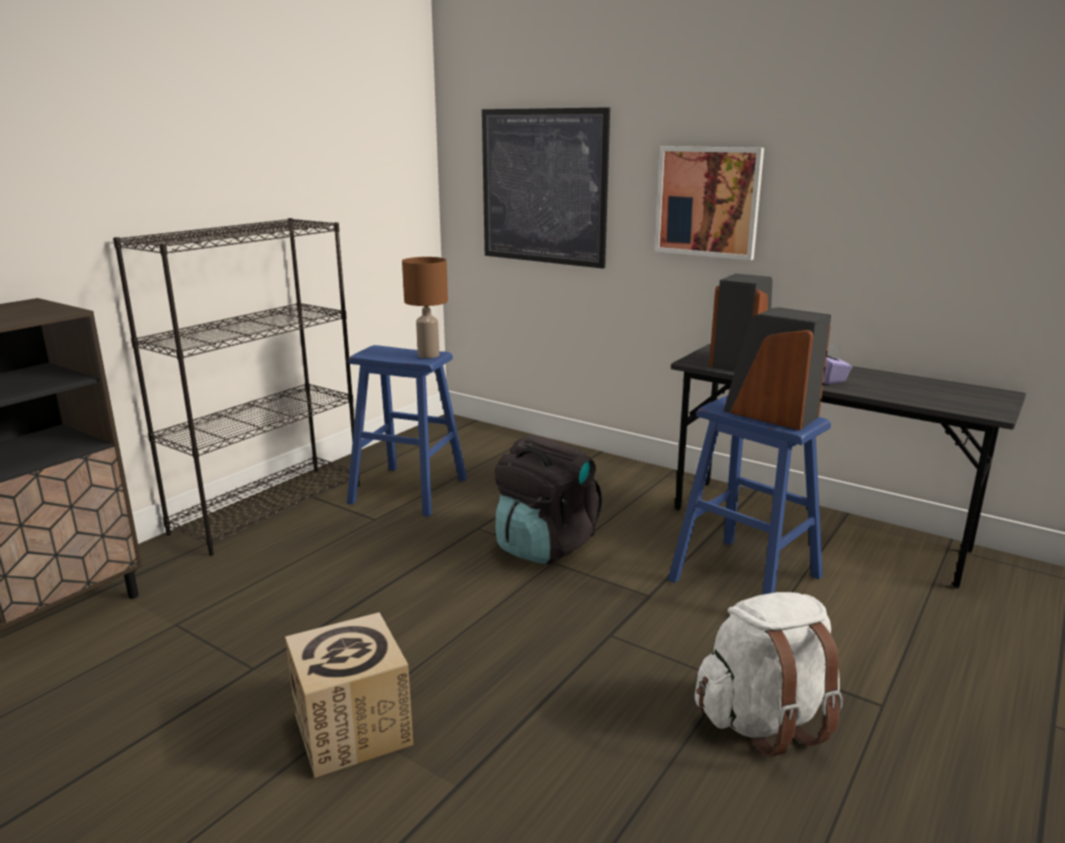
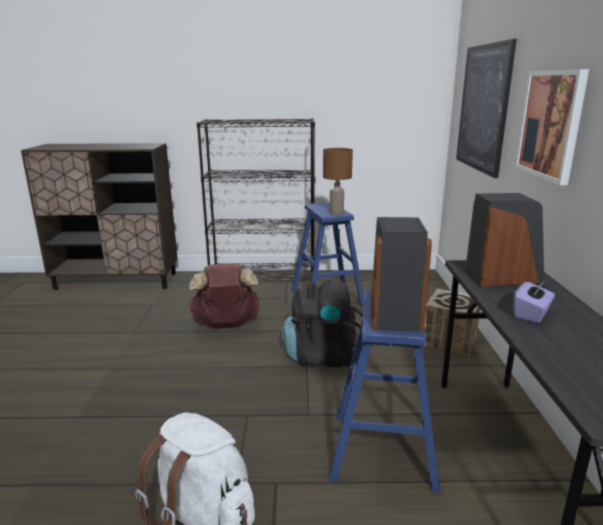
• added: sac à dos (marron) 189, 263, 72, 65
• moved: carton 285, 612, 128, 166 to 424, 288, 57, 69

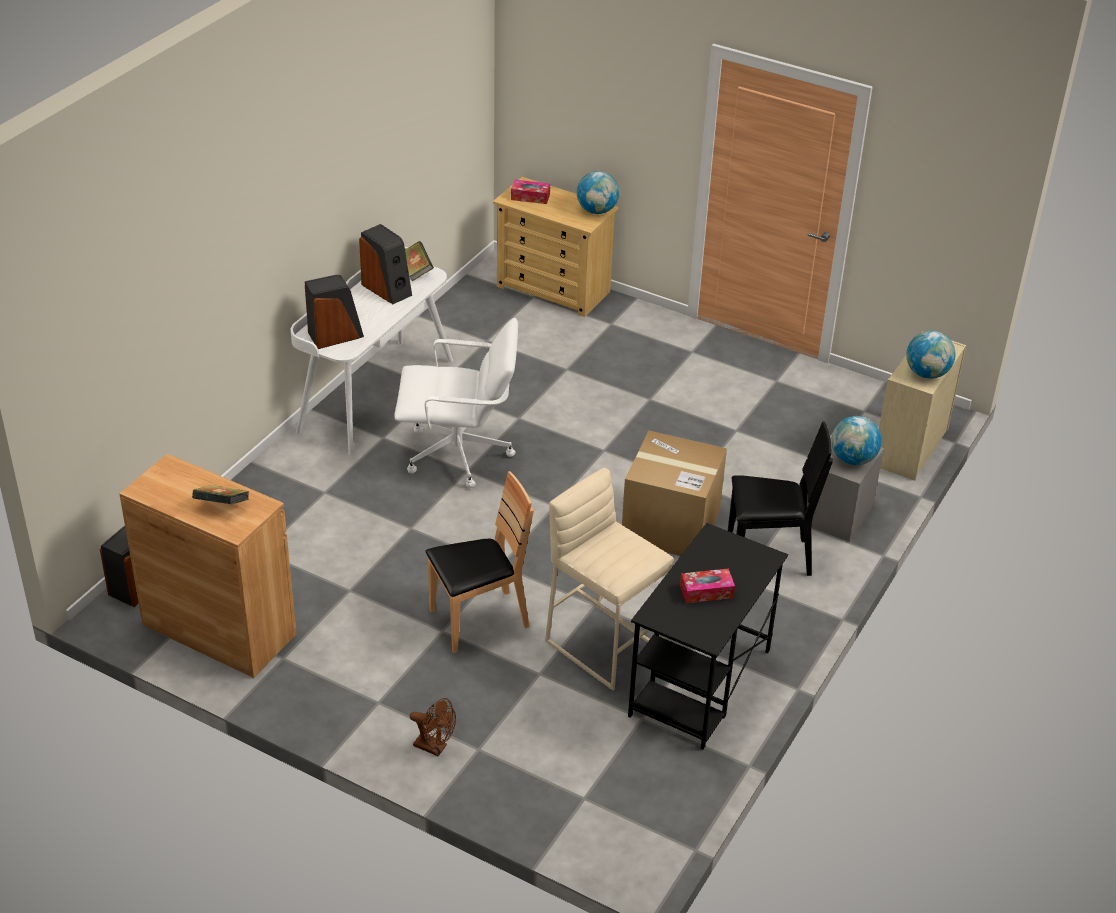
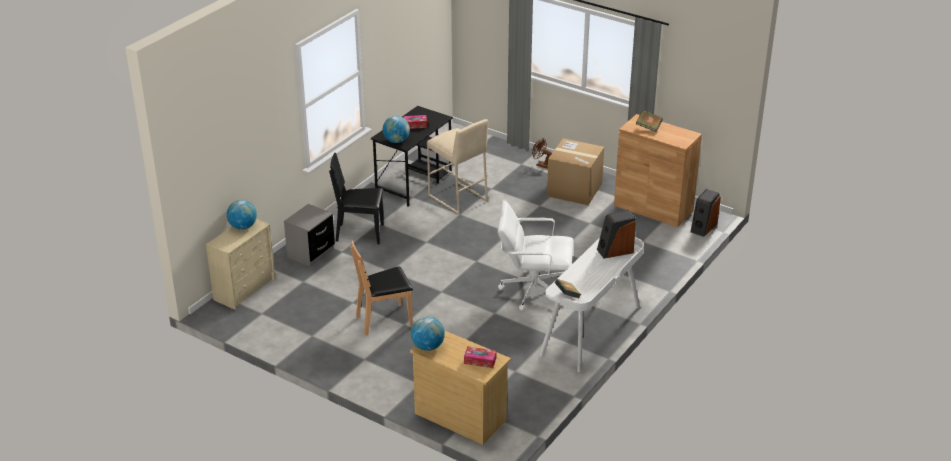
• moved: chaise (marron) 425, 471, 109, 182 to 350, 240, 63, 96
• moved: globe 831, 416, 51, 49 to 383, 116, 27, 27
• moved: carton 622, 431, 105, 125 to 547, 138, 57, 67
• removed: enceinte 359, 224, 53, 80

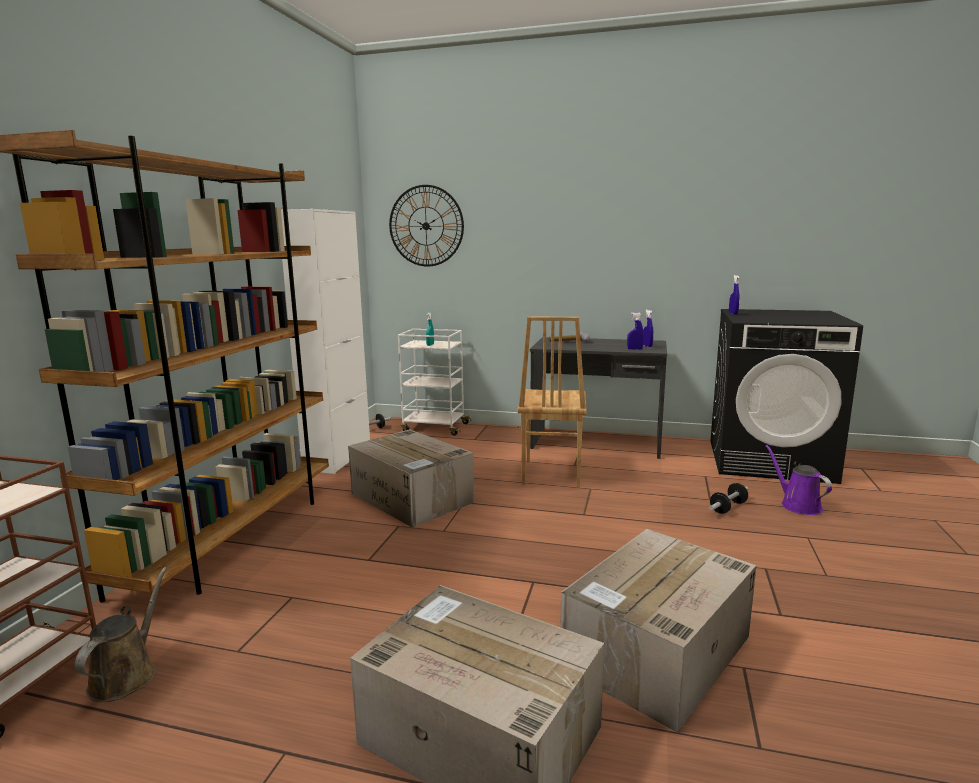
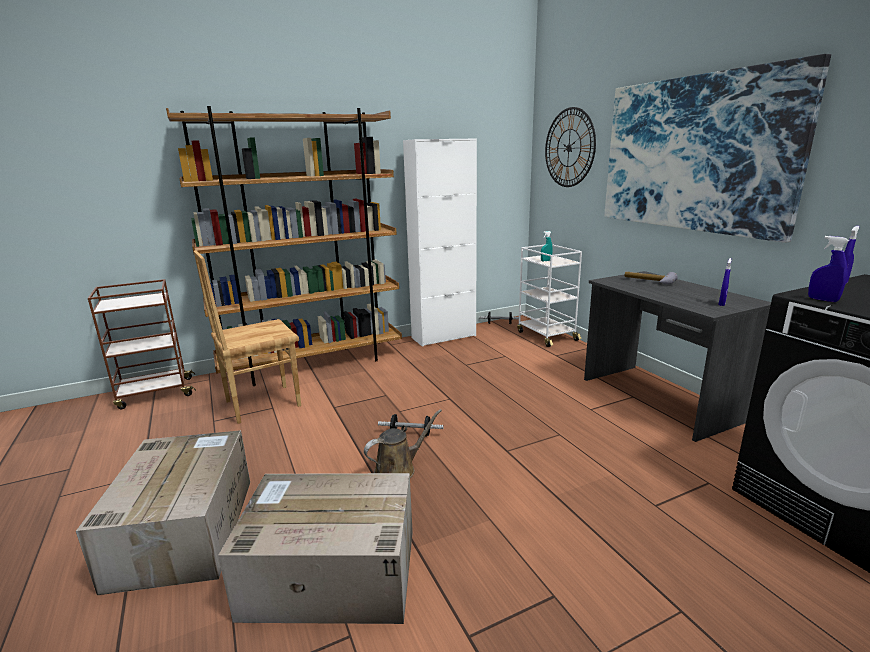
• moved: chaise (marron) 517, 317, 70, 170 to 194, 250, 107, 174
• moved: arrosoir (marron) 75, 567, 92, 135 to 364, 409, 78, 69
• moved: haltère 709, 483, 39, 31 to 378, 414, 66, 23
• added: tableau 604, 54, 227, 189
• moved: vaporisateur (bleu) 627, 312, 17, 38 to 808, 236, 41, 66
• removed: carton 348, 429, 127, 98
• removed: arrosoir (violet) 765, 445, 67, 70

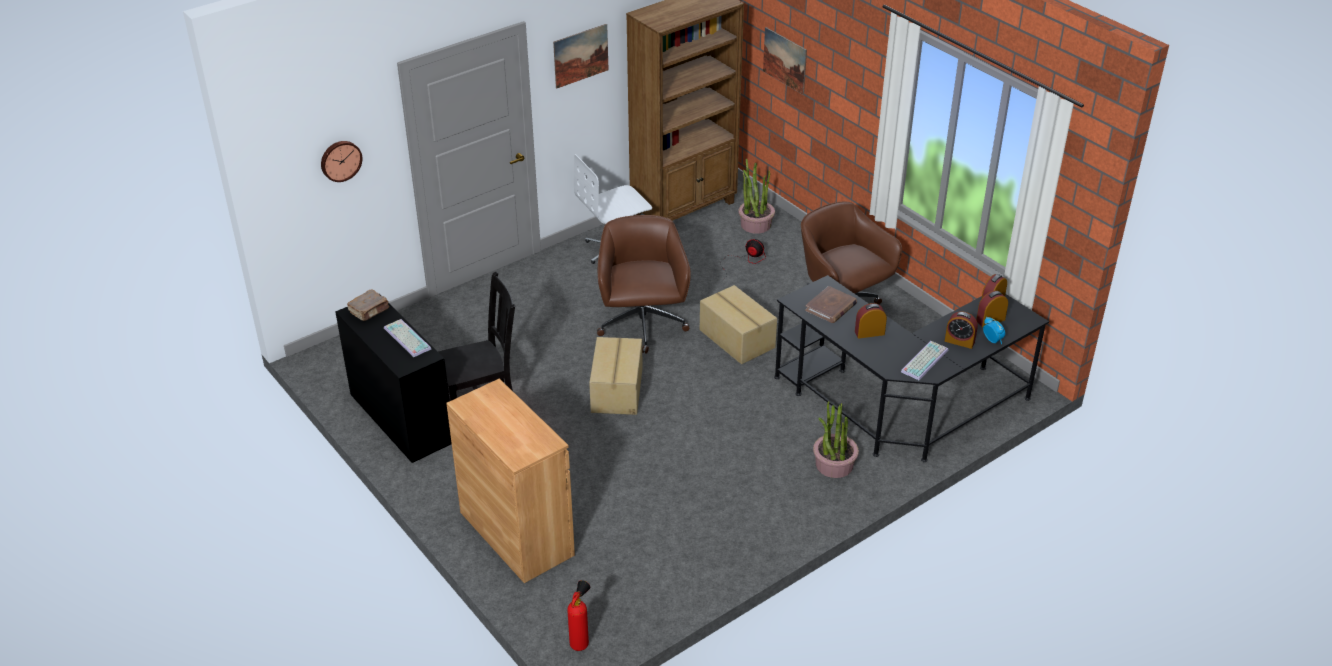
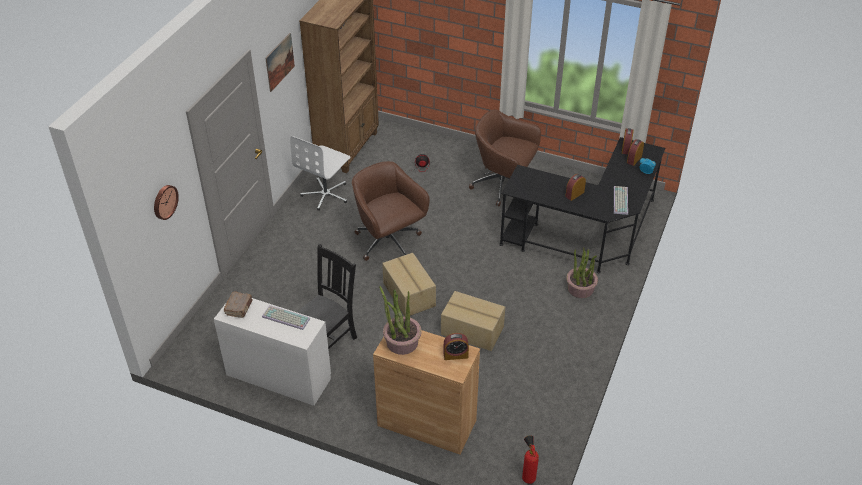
• recoloured: bureau (noir) 335, 294, 117, 169 to bureau (blanc) 214, 298, 117, 108
• moved: plante en pot 738, 158, 37, 76 to 379, 286, 43, 69
• moved: carton 700, 285, 77, 79 to 441, 291, 64, 60
• moved: réveil 945, 311, 33, 38 to 444, 333, 25, 27
• removed: tableau 763, 27, 44, 67
• removed: livre (marron) 805, 286, 52, 37

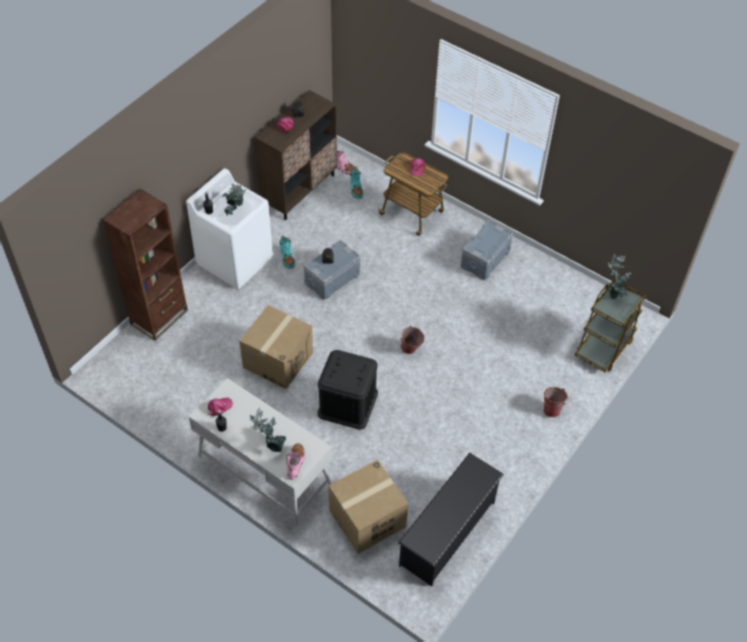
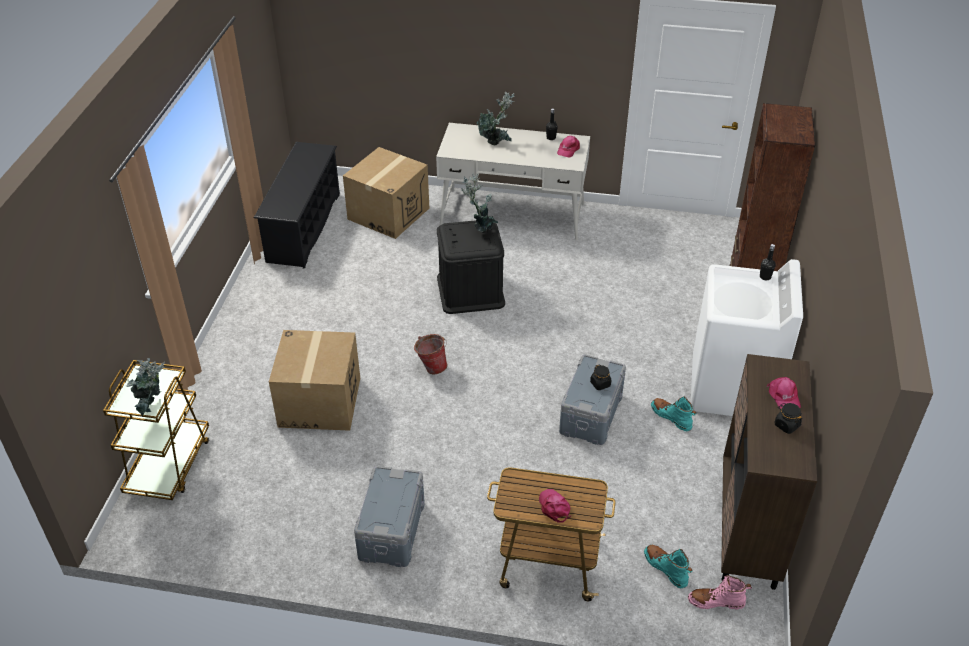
• moved: carton 239, 305, 74, 84 to 269, 330, 91, 101
• moved: plante en pot 222, 183, 24, 34 to 461, 173, 37, 59
• removed: botte (rose) 286, 443, 19, 37
• removed: seau 543, 387, 25, 30

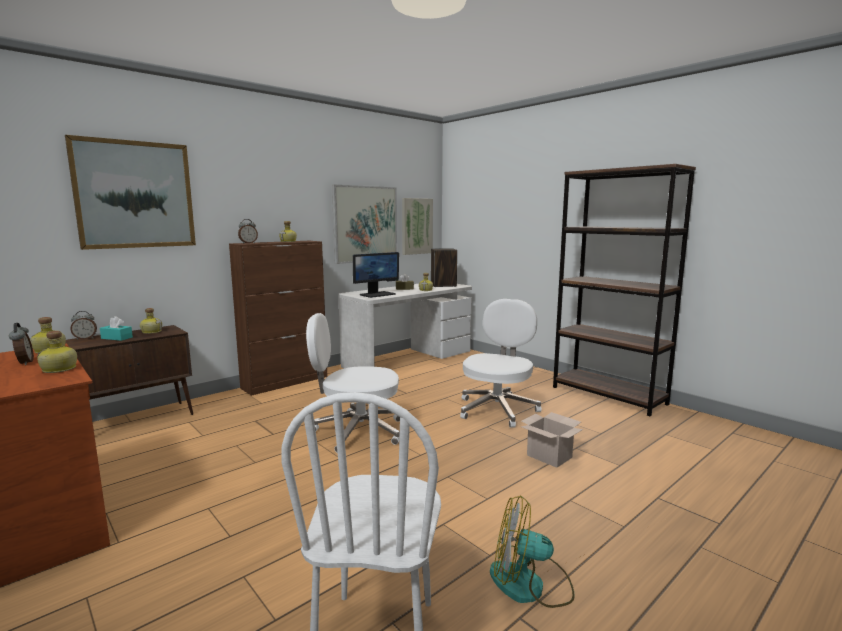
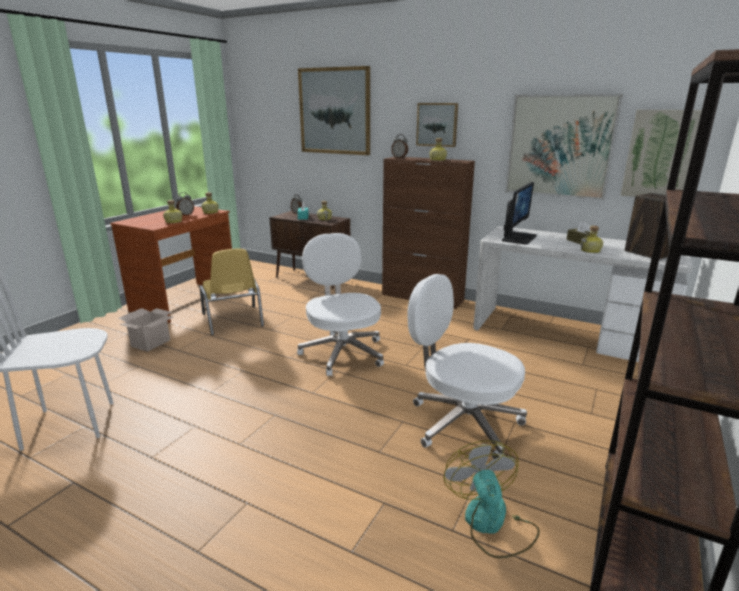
• moved: carton 521, 412, 62, 56 to 118, 308, 55, 44
• added: chaise (jaune) 199, 248, 65, 87
• turned: chaise de bureau (blanc) 460, 299, 81, 129 = 407, 274, 120, 185 150 degrees counterclockwise
• added: tableau 416, 103, 42, 44
• moved: ventilateur 490, 495, 85, 113 to 444, 440, 96, 118
• turned: écran d'ordinateur 353, 252, 46, 46 = 502, 182, 35, 63 90 degrees counterclockwise

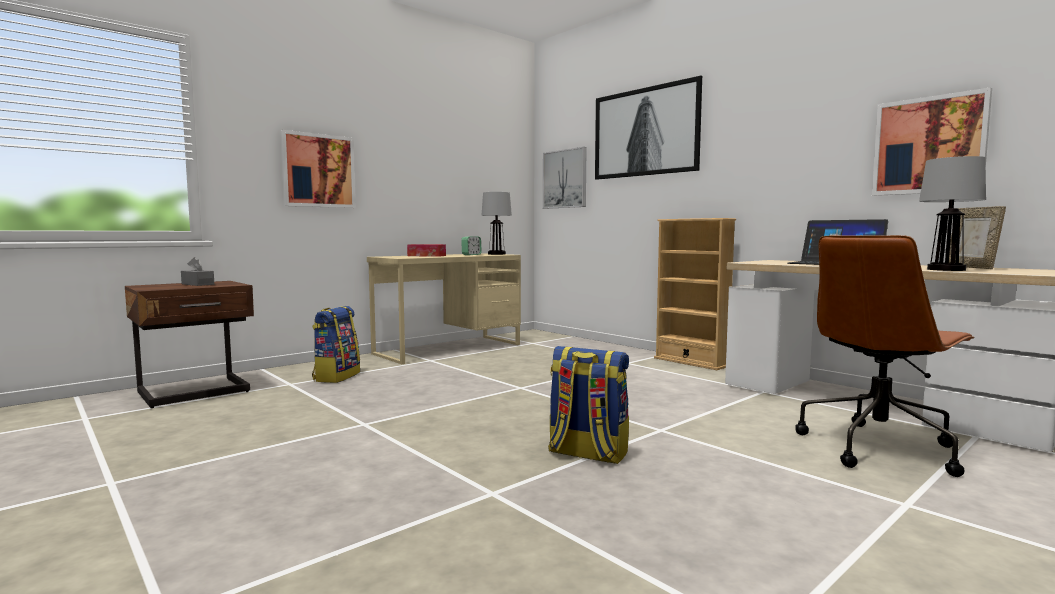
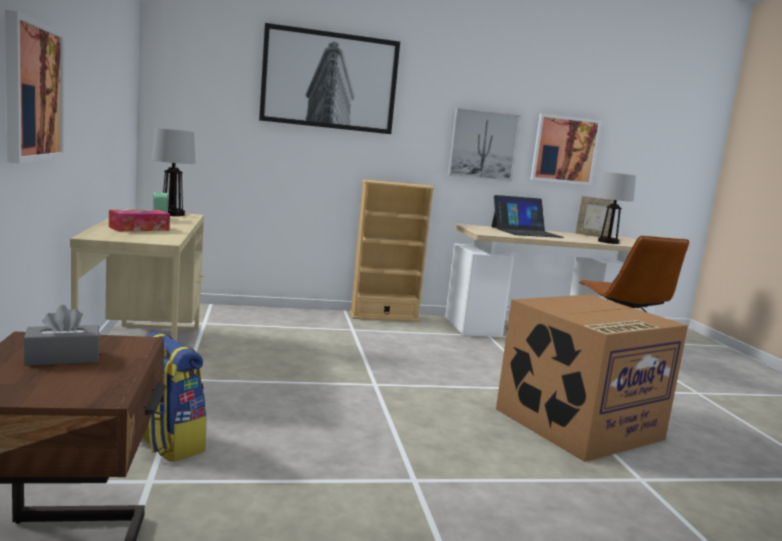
• moved: tableau 543, 147, 44, 62 to 448, 108, 73, 74
• replaced: sac à dos 548, 346, 81, 118 to carton 496, 295, 192, 167

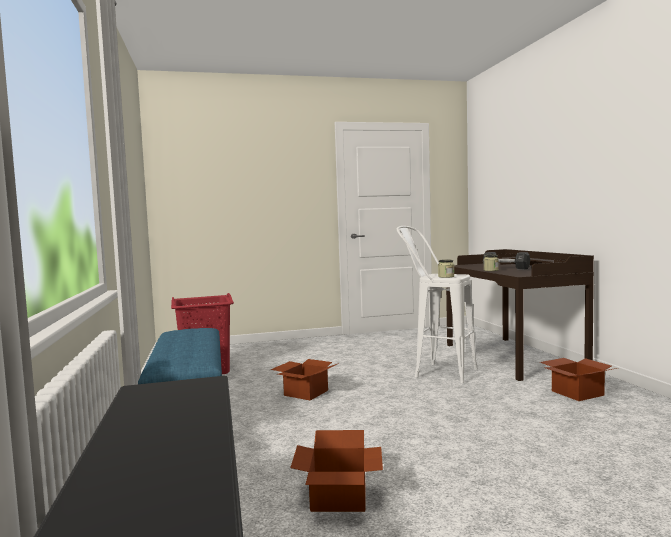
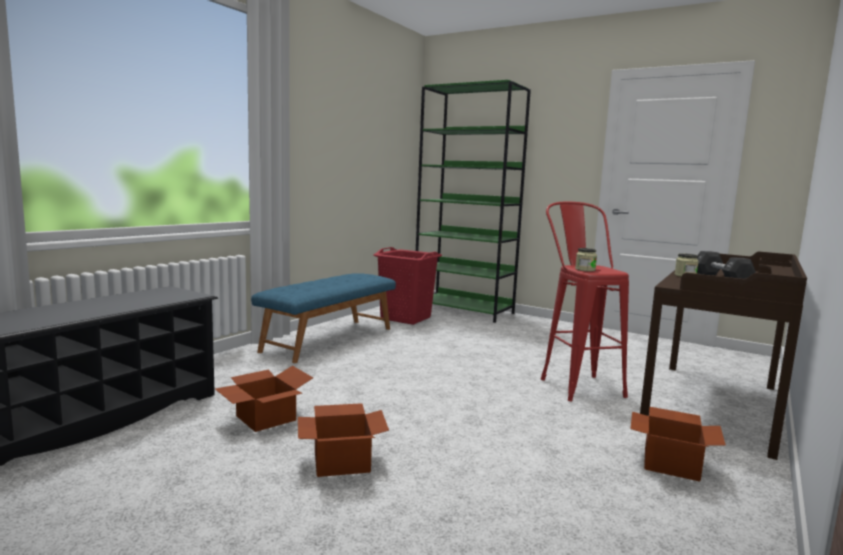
• moved: carton 271, 359, 68, 42 to 298, 403, 91, 74
• added: bibliothèque (vert) 416, 80, 115, 243
• recoloured: tabouret (blanc) 397, 226, 81, 157 to tabouret (rouge) 541, 202, 88, 200

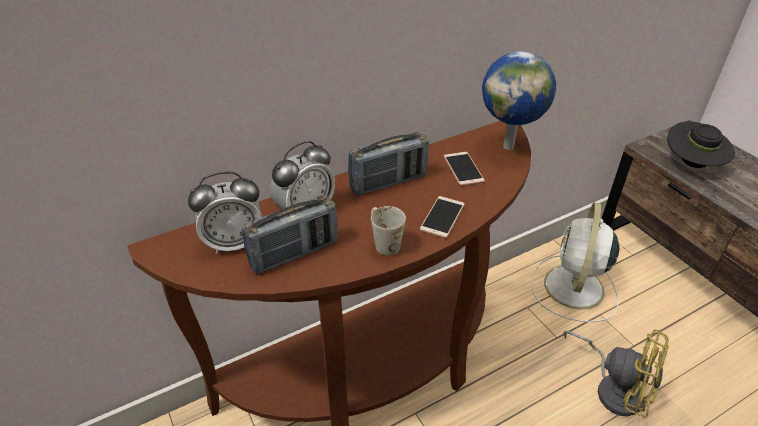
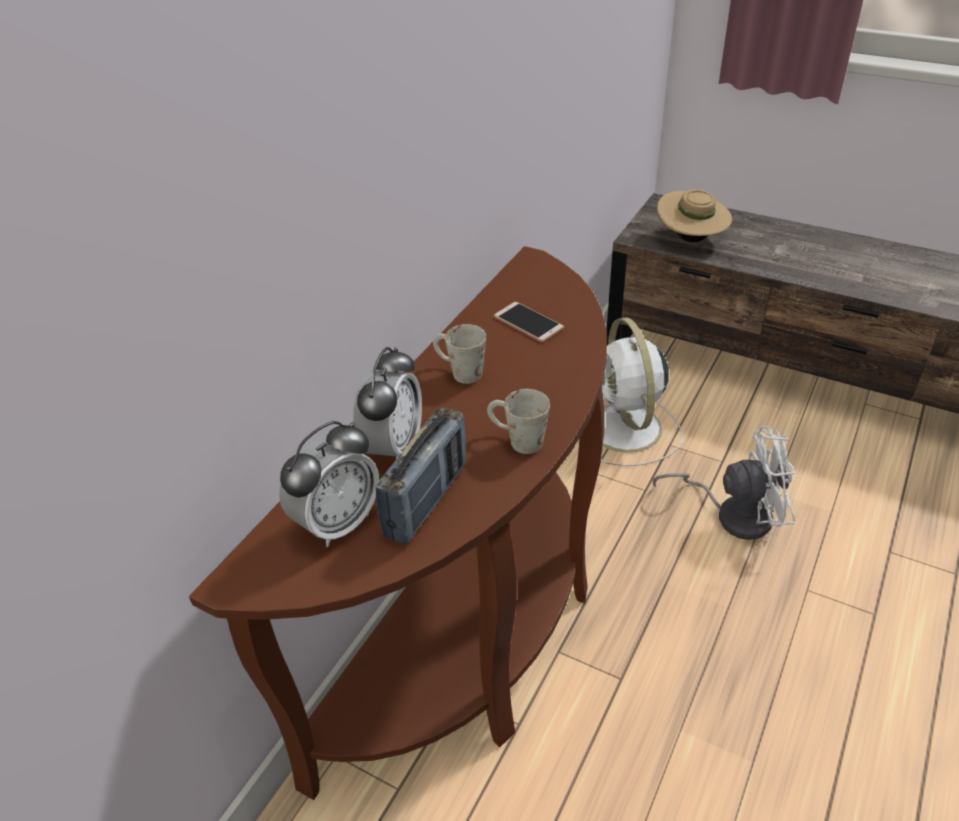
• replaced: radio 348, 132, 81, 64 to mug (blanc) 433, 324, 53, 60
• recoloured: ventilateur (jaune) 563, 330, 106, 88 to ventilateur (blanc) 652, 426, 143, 114
• recoloured: chapeau (noir) 667, 121, 68, 47 to chapeau (beige) 657, 189, 75, 53
• removed: téléphone 419, 196, 46, 43
• removed: globe 482, 51, 74, 99

